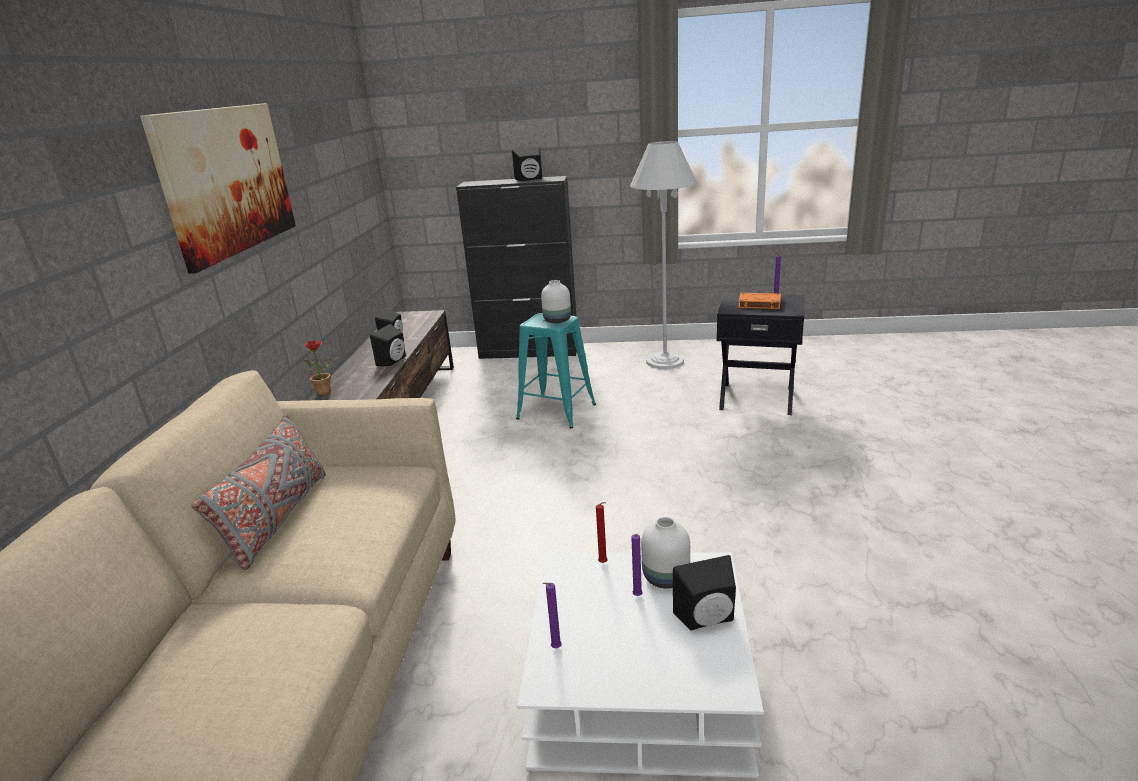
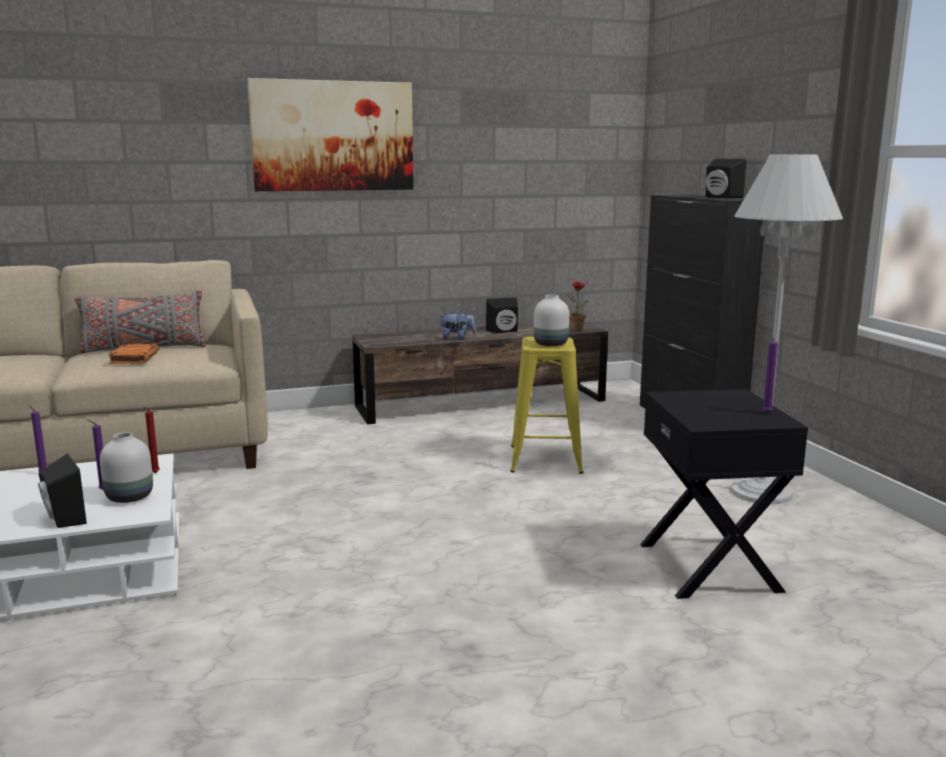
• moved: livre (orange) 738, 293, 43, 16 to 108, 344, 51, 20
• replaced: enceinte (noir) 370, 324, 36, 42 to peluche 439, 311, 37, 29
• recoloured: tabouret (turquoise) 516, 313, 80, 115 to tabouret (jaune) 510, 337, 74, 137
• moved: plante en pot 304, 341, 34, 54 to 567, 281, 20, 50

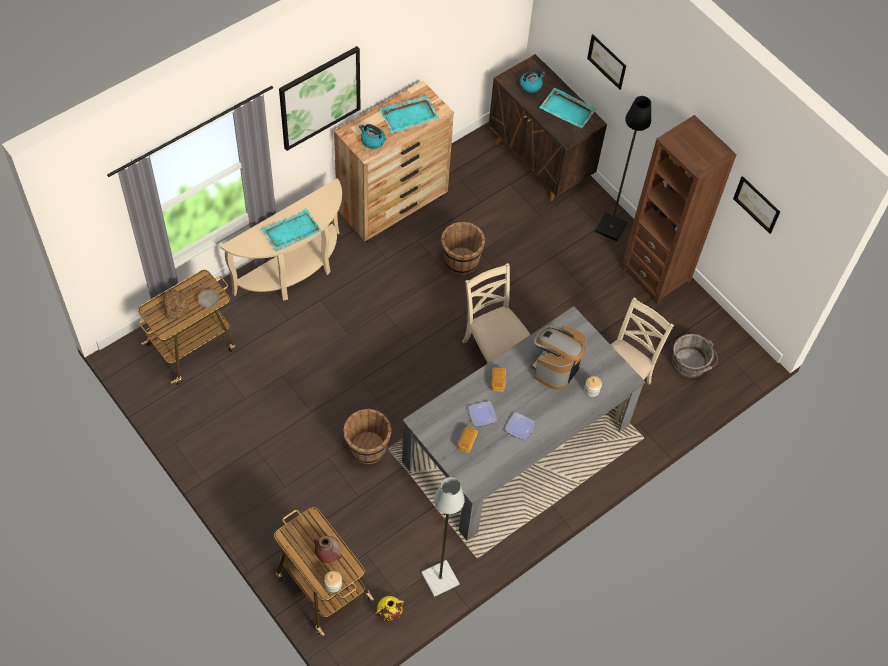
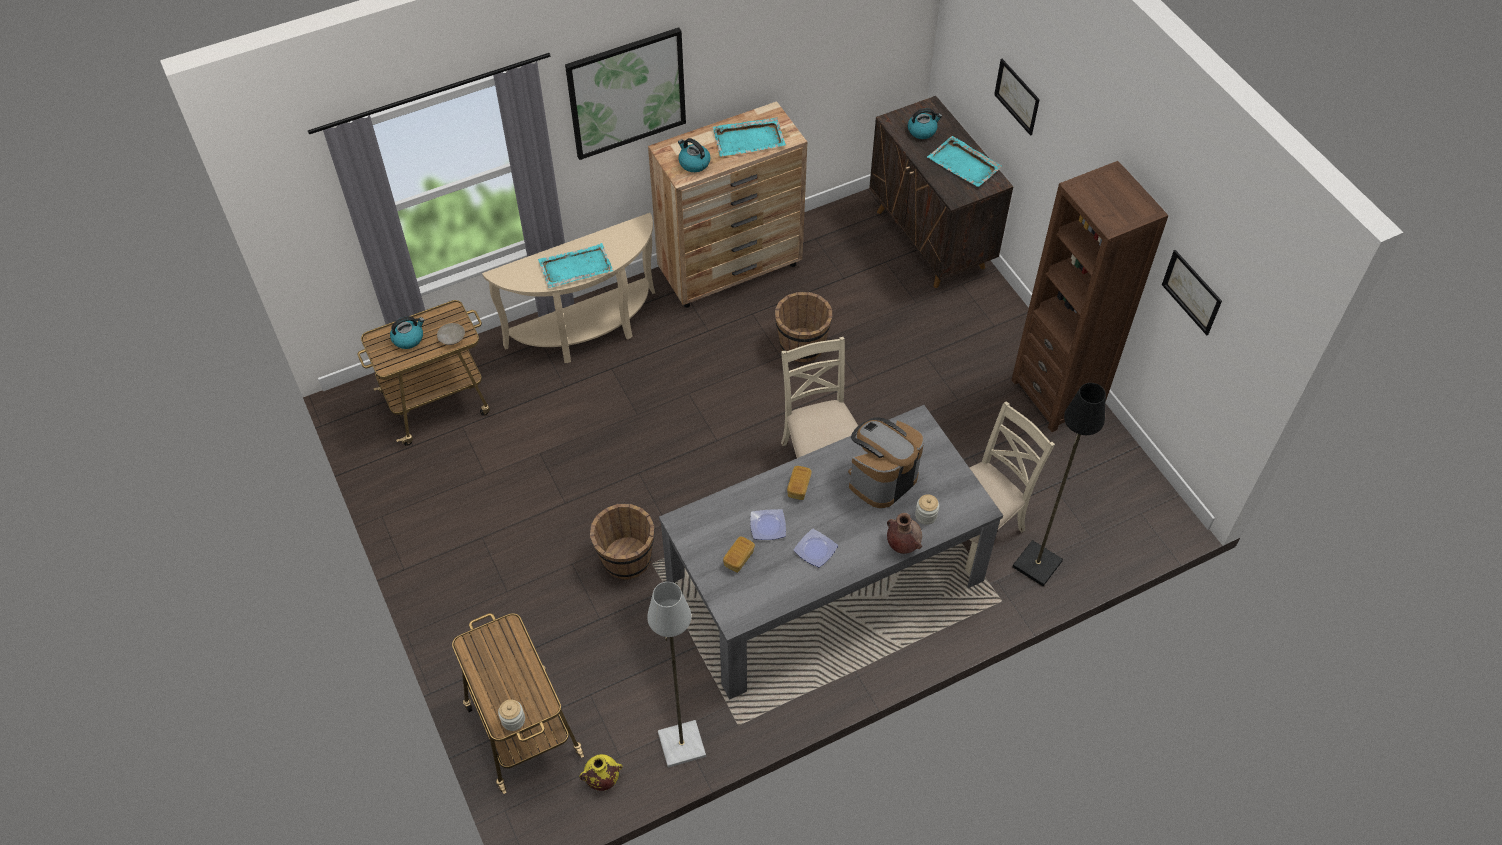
• replaced: pain 163, 289, 26, 30 to bouilloire 390, 316, 35, 33
• moved: vase (marron) 314, 536, 28, 27 to 887, 513, 35, 41
• moved: lampadaire (noir) 595, 96, 56, 145 to 1013, 383, 93, 203
• removed: seau (gris) 672, 334, 46, 44

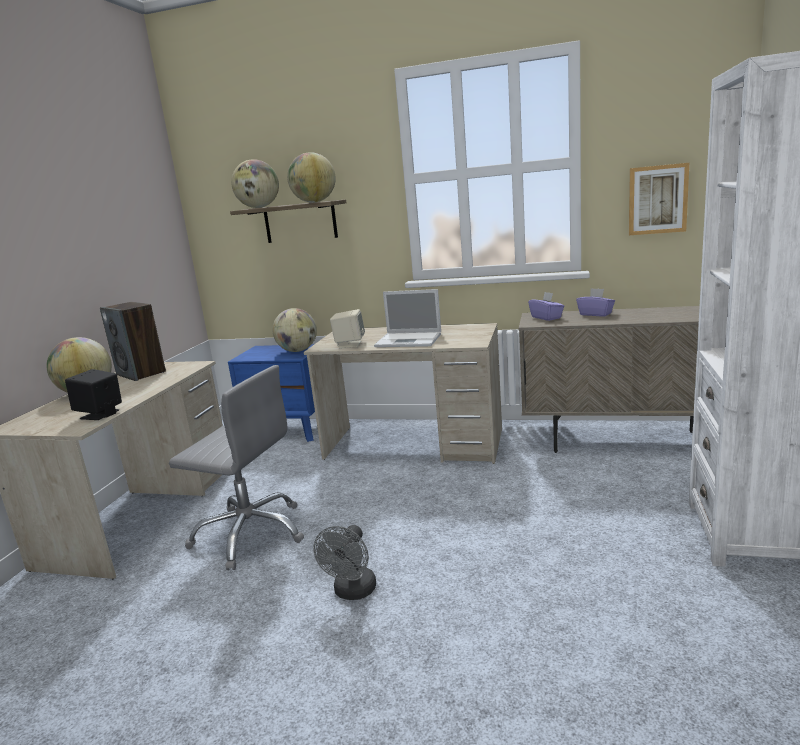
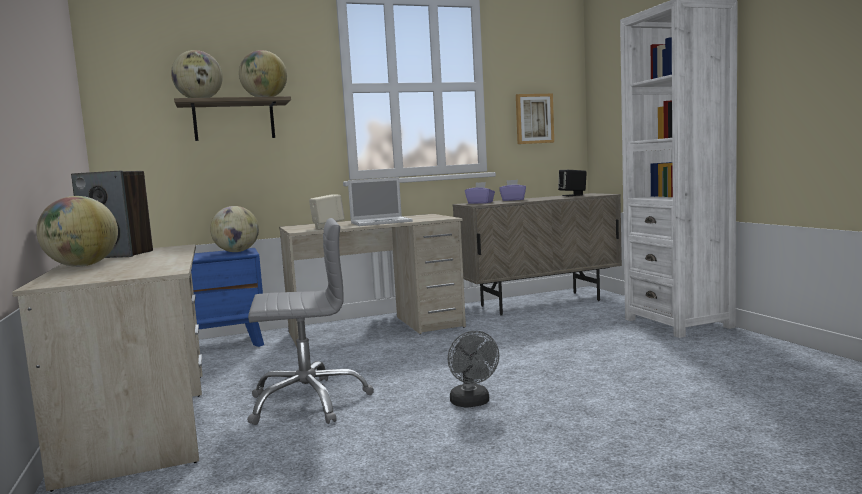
• moved: enceinte (noir) 65, 369, 57, 51 to 558, 170, 29, 26

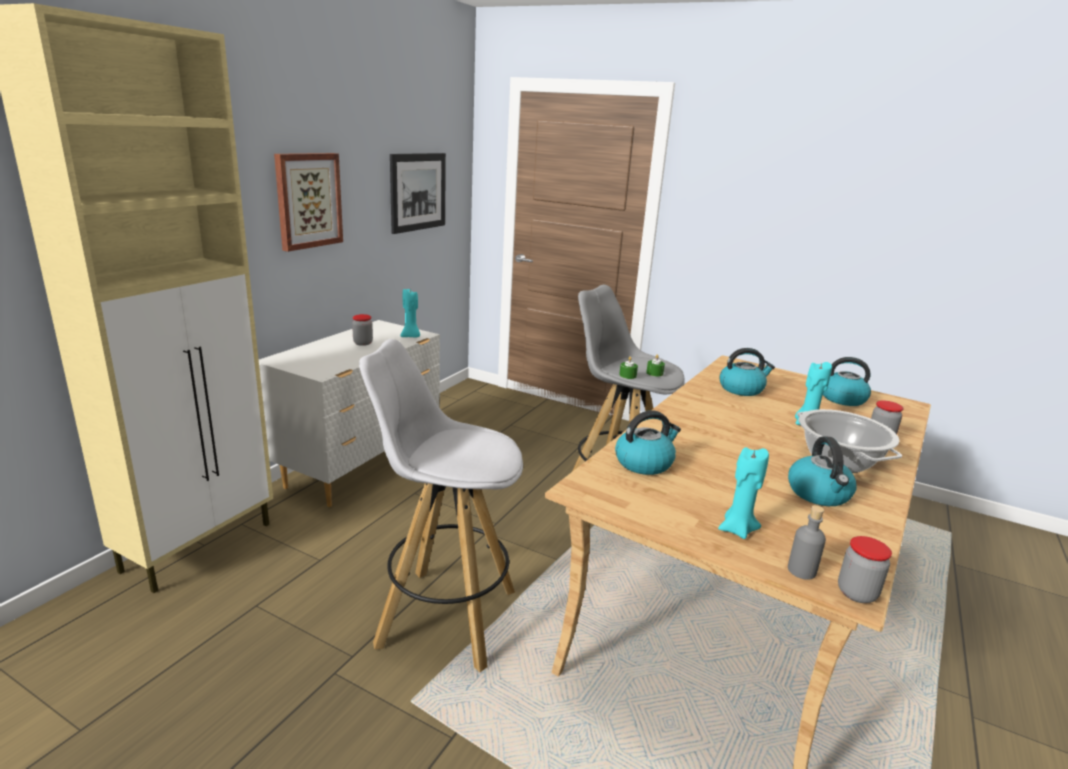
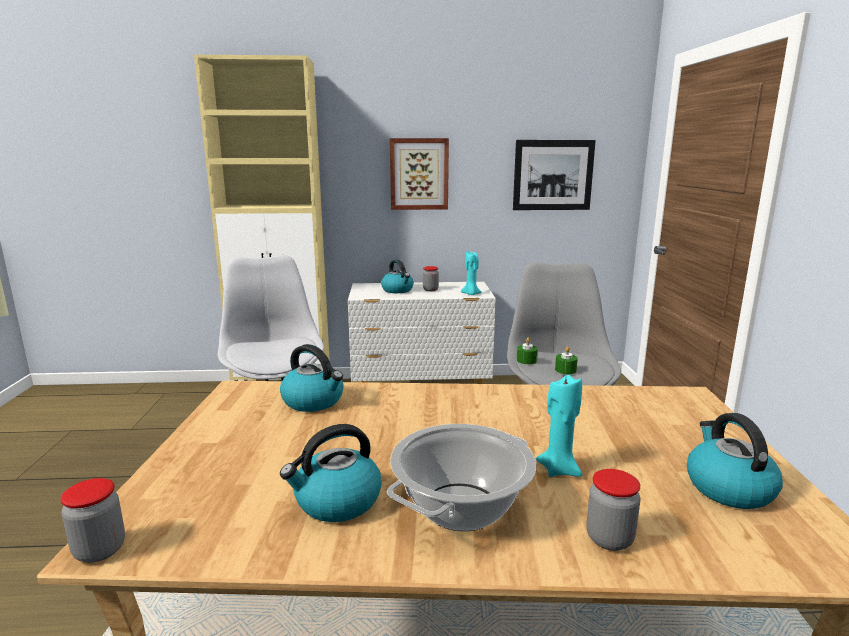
• moved: bouilloire 719, 348, 56, 48 to 381, 260, 33, 33
• removed: bougie (turquoise) 718, 447, 51, 92
• removed: bouteille (gris) 788, 505, 38, 75

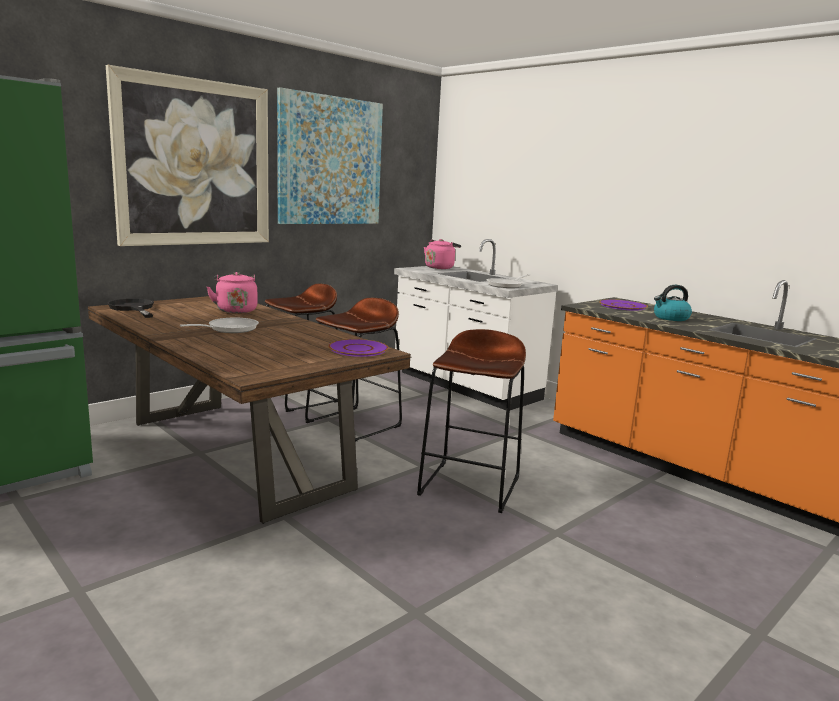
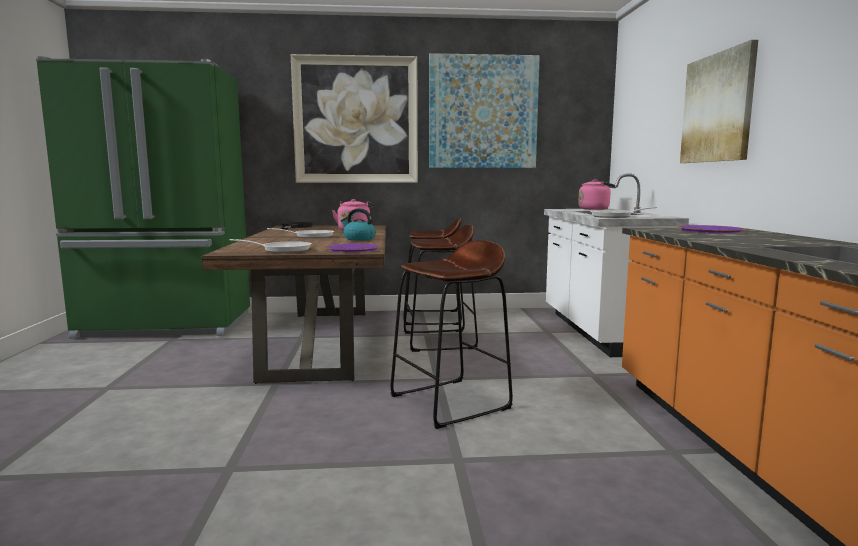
• added: poêle 230, 239, 82, 14
• moved: bouilloire 654, 285, 38, 36 to 341, 208, 35, 33
• added: tableau 680, 40, 78, 123

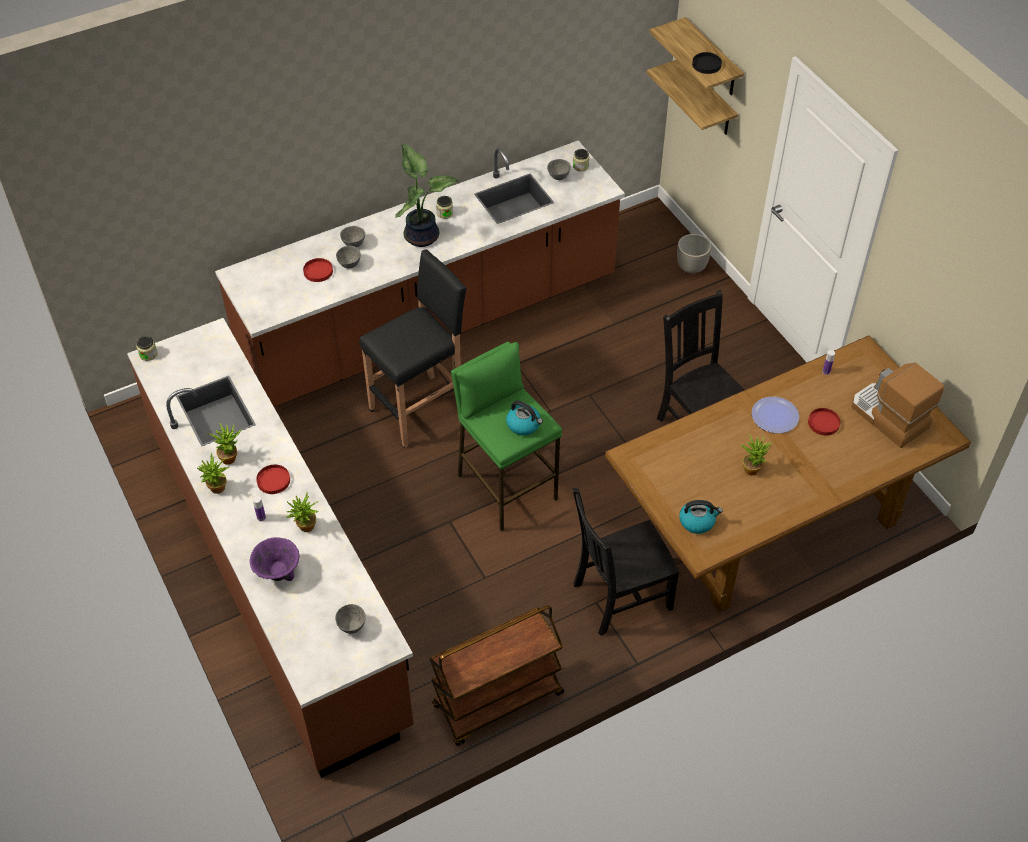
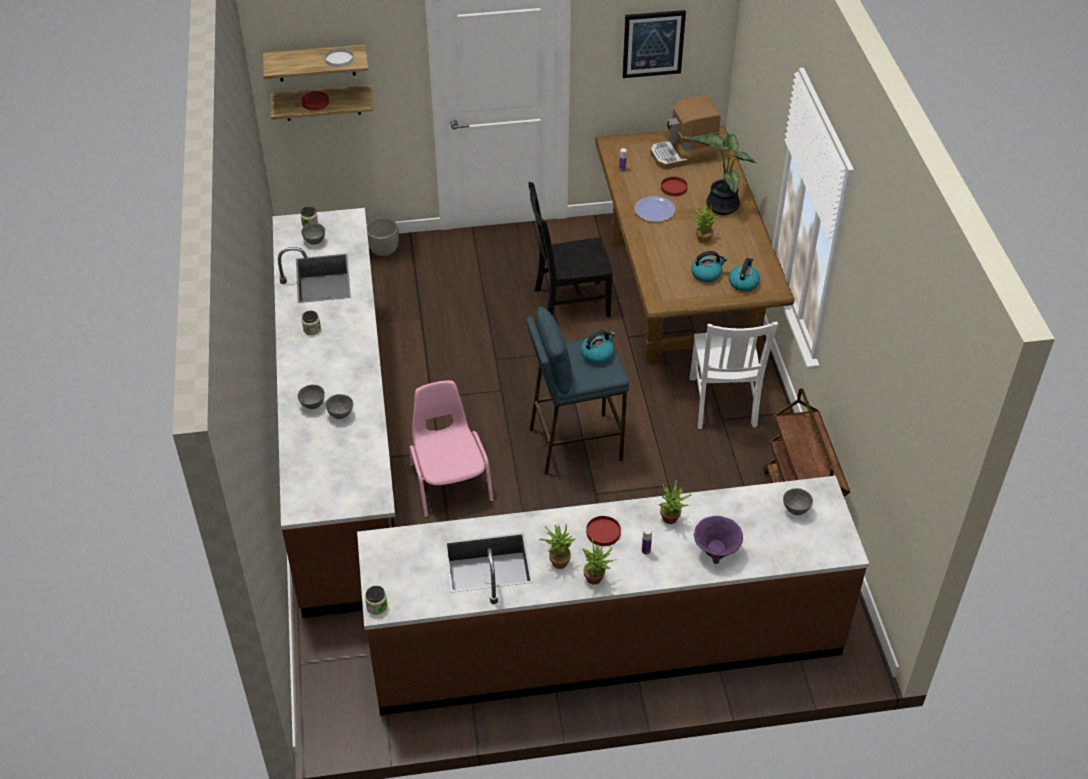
• moved: assiette (rouge) 303, 258, 30, 24 to 301, 91, 28, 20
• recoloured: assiette (noir) 692, 52, 30, 22 to assiette (blanc) 325, 48, 28, 19
• replaced: tabouret (noir) 359, 250, 108, 198 to chaise (rose) 410, 380, 84, 137
• recoloured: tabouret (vert) 451, 342, 111, 190 to tabouret (bleu) 526, 307, 103, 168
• added: tableau 622, 10, 64, 68
• recoloured: chaise (noir) 572, 488, 108, 148 to chaise (blanc) 689, 322, 89, 107
• moved: plante en pot 395, 143, 64, 104 to 691, 133, 66, 82
• added: bouilloire 691, 251, 36, 32

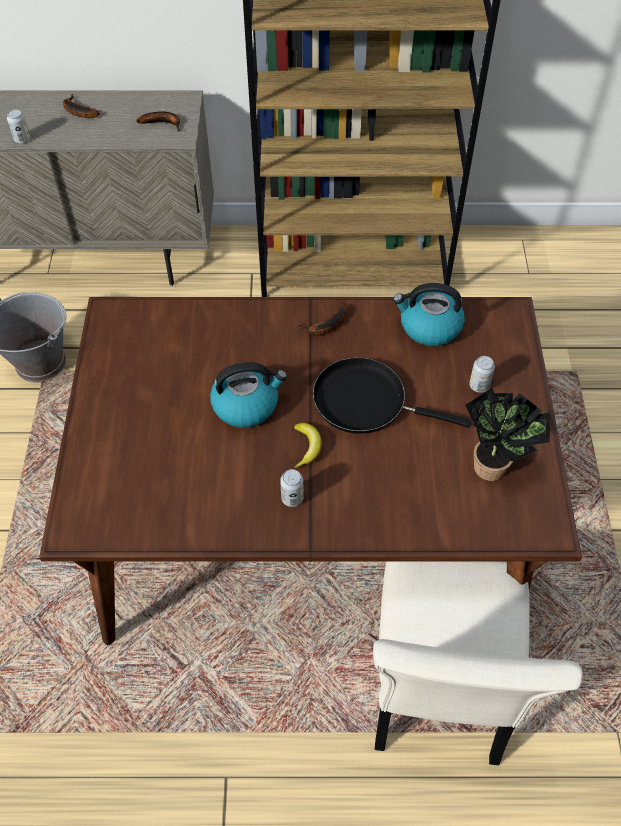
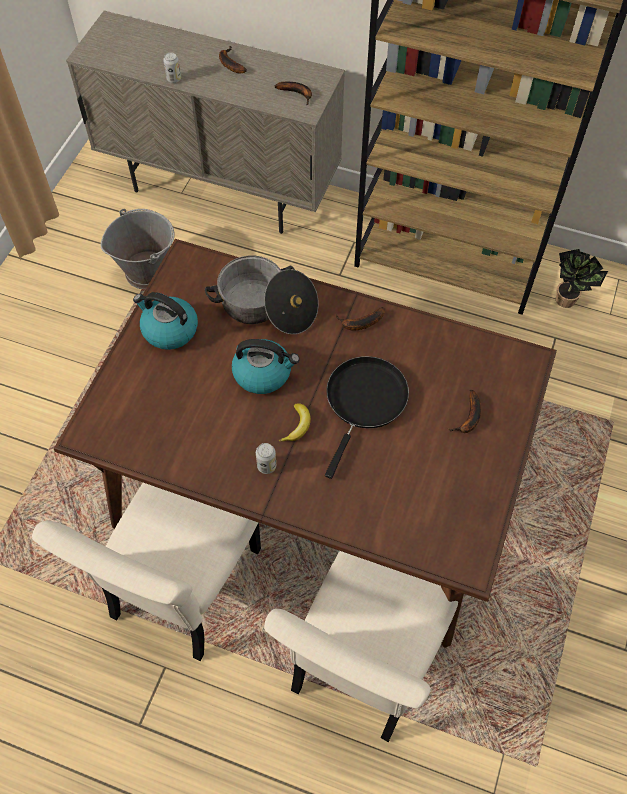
• added: chaise (beige) 32, 483, 229, 178
• moved: bouilloire 393, 283, 72, 63 to 133, 292, 65, 58
• added: marmite 205, 256, 114, 78
• turned: poêle (noir) 313, 357, 159, 77 = 325, 356, 84, 123 75 degrees clockwise
• replaced: boîte métallique 469, 356, 26, 37 to banane 447, 390, 34, 43
• moved: plante en pot 465, 389, 85, 92 to 556, 249, 52, 59

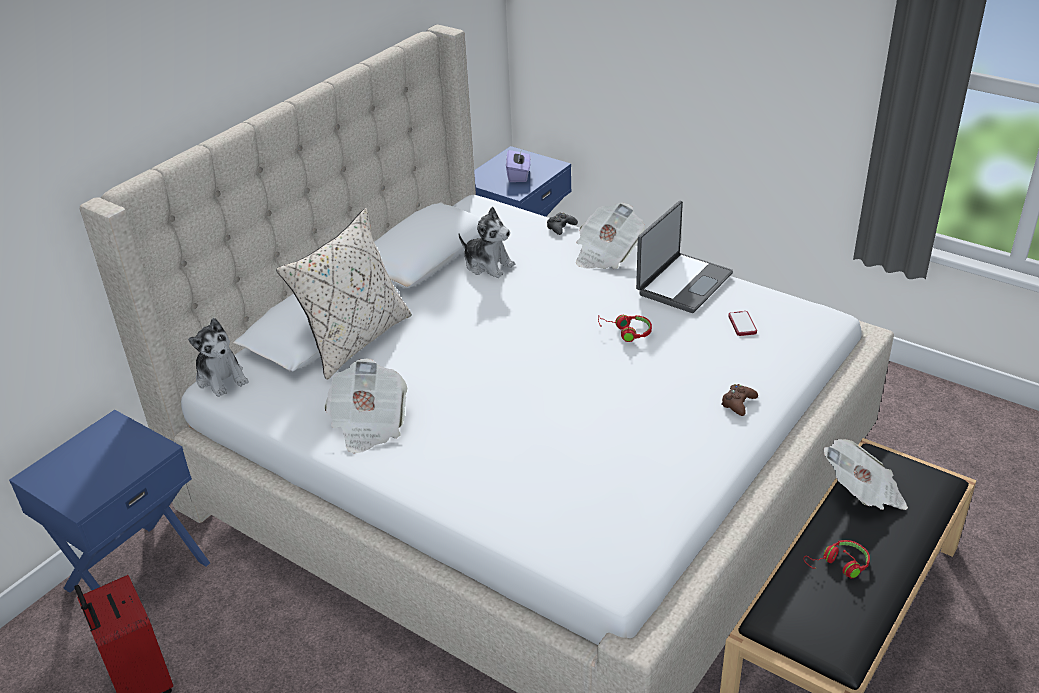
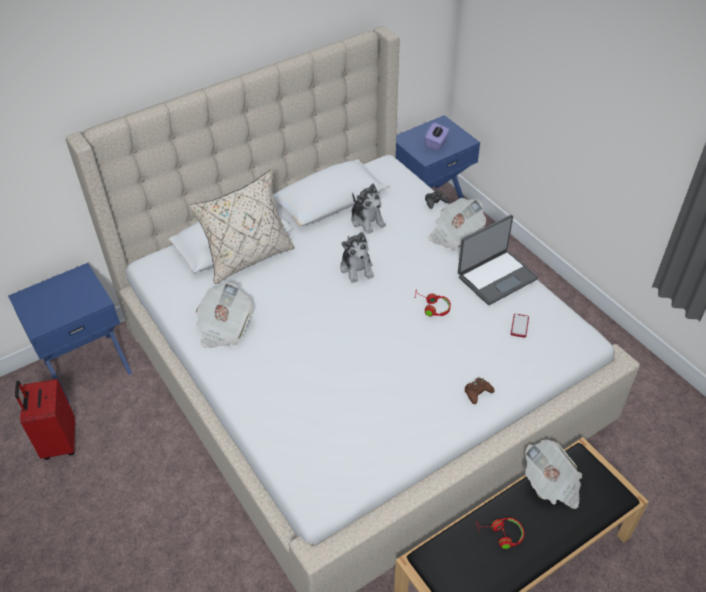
• moved: peluche 188, 318, 61, 79 to 340, 232, 34, 51

